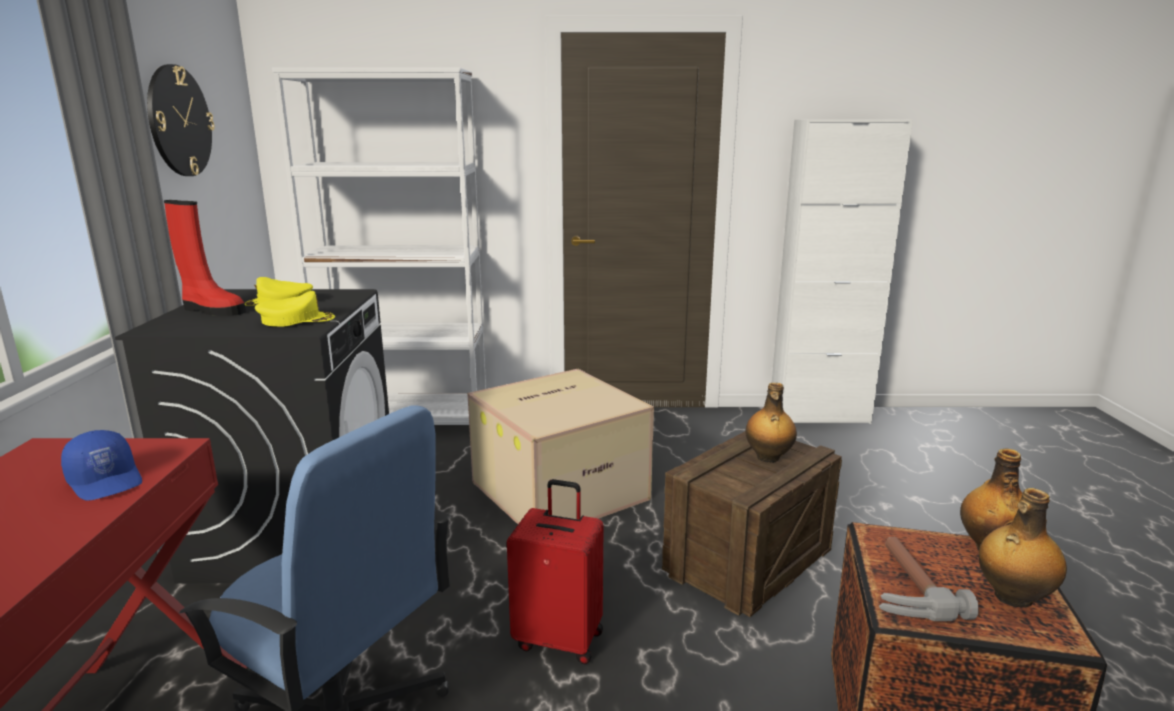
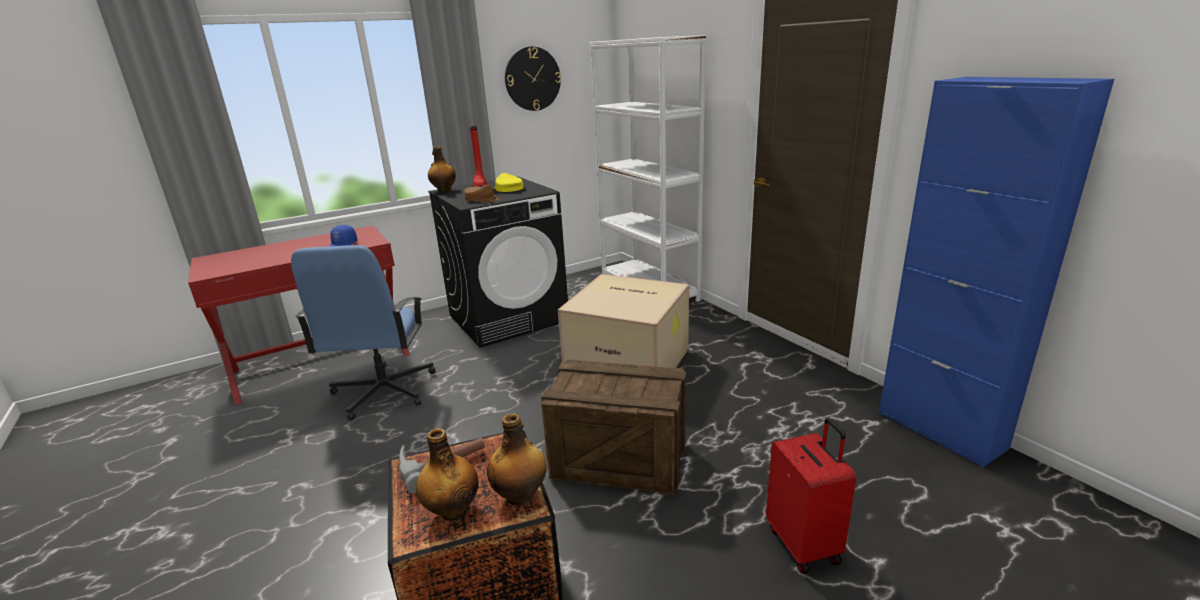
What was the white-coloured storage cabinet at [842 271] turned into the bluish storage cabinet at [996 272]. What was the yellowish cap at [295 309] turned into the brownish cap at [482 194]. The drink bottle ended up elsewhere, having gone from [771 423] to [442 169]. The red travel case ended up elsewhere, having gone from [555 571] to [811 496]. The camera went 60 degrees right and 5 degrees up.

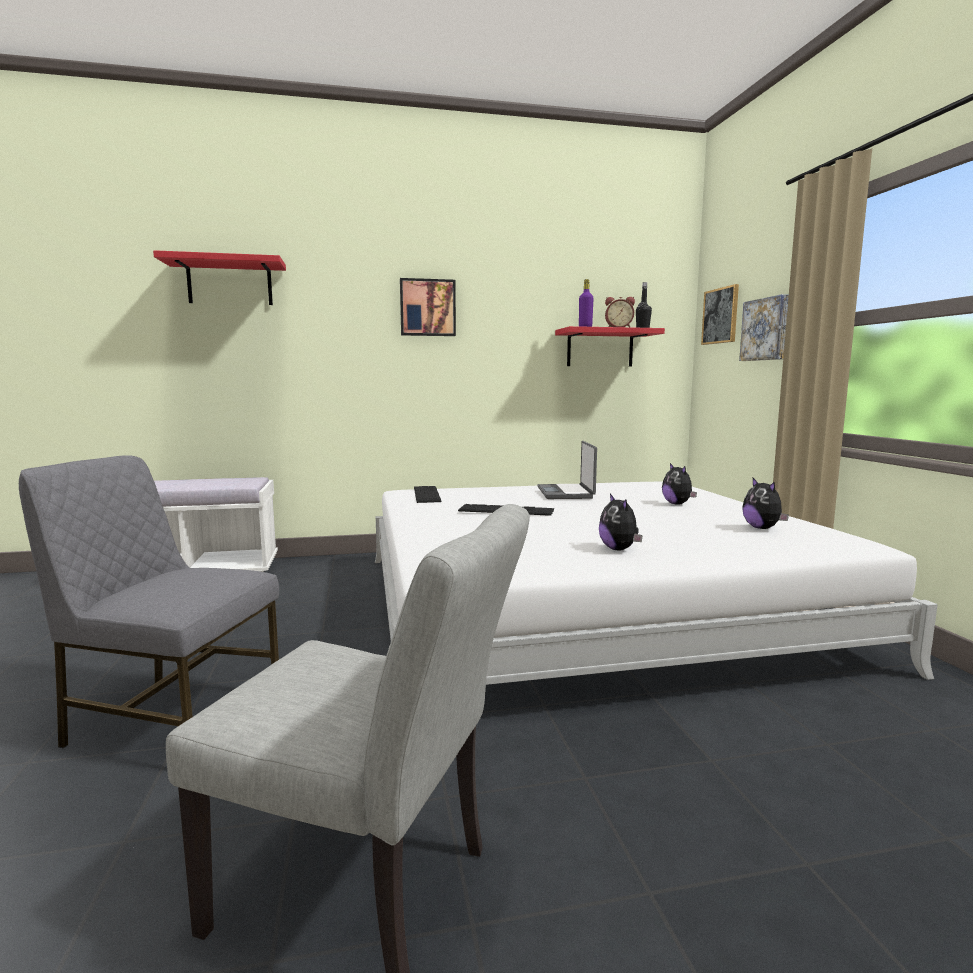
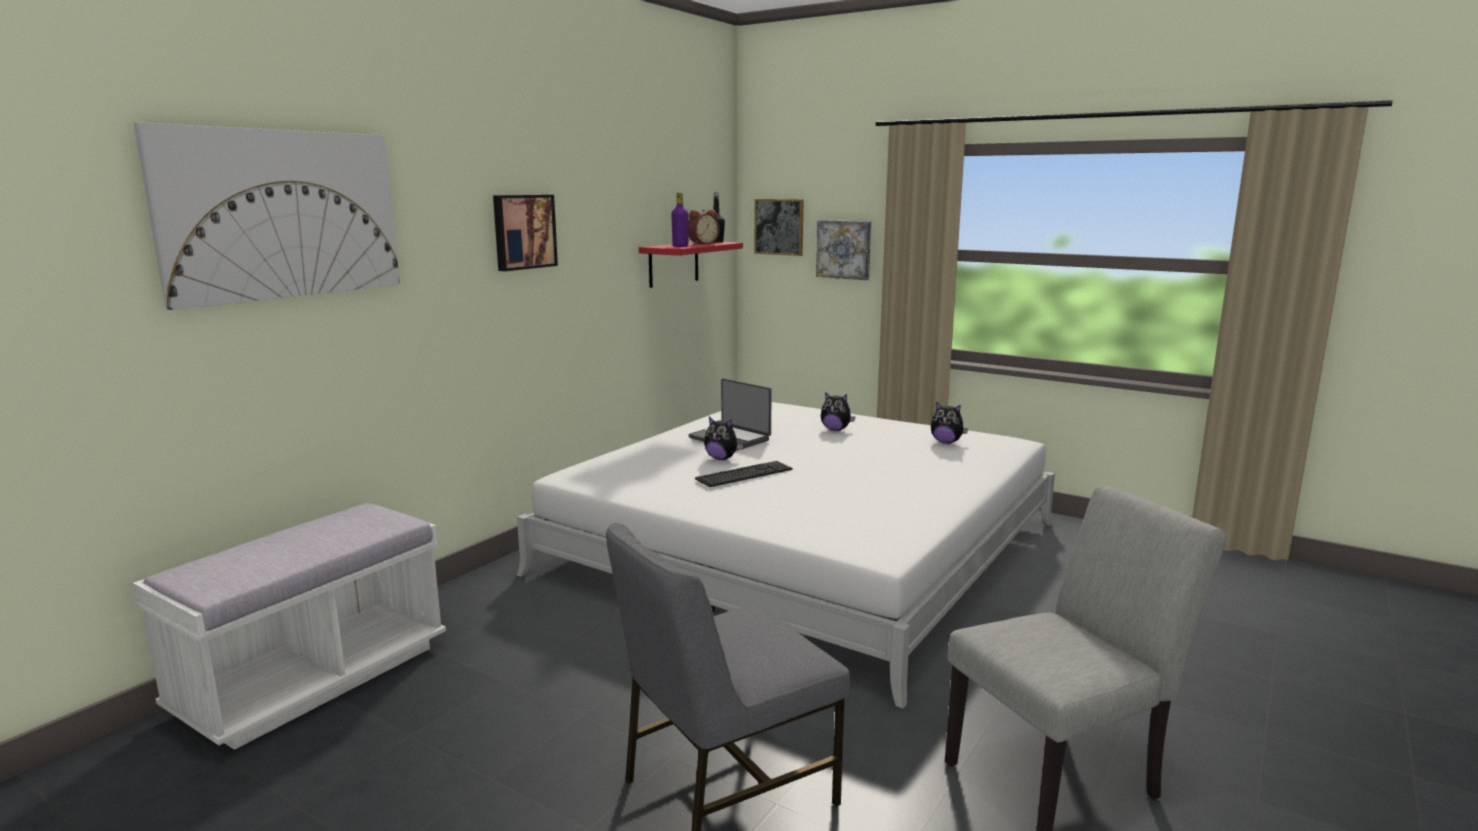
Where the red shelf hung at [219 277], the wall picture came to hang at [267 216]. The second view lost the keyboard at [428 494]. The plush toy ended up elsewhere, having gone from [621 522] to [723 438]. The camera went 45 degrees left and 5 degrees up.

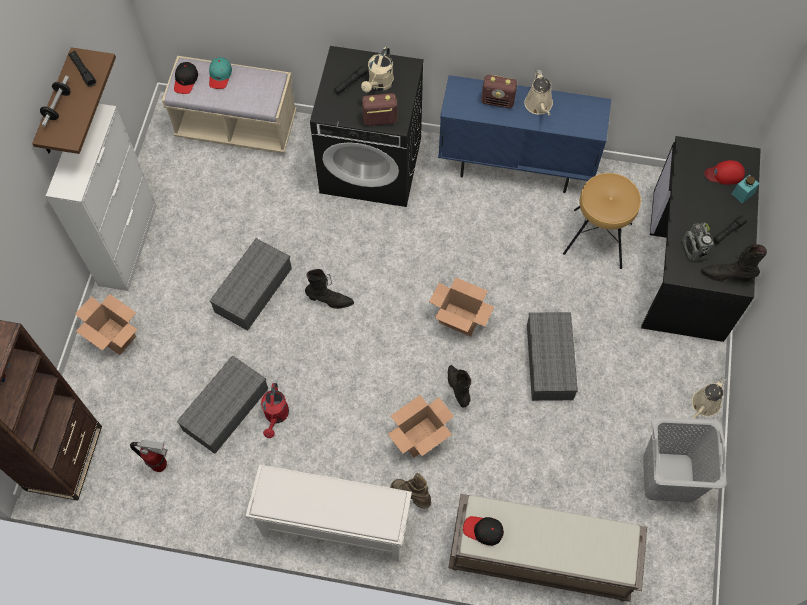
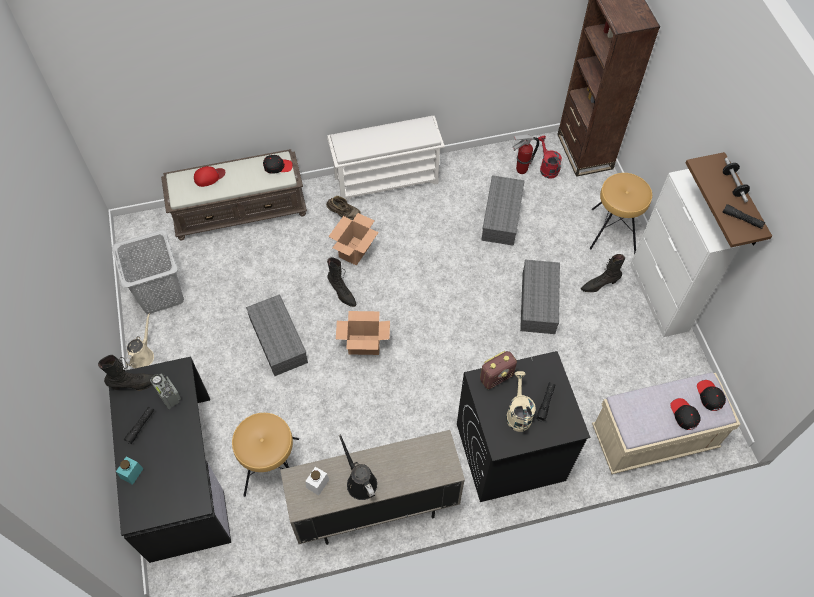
What was the blue-green cap at [220 73] turned into the black cap at [685 414]. What was the beige watering can at [538 92] turned into the black watering can at [358 467]. What was the bluish storage cabinet at [524 134] turned into the beige storage cabinet at [372 487]. The second view lost the radio set at [499 91]. The red cap ended up elsewhere, having gone from [724 172] to [209 176]. The black tall boot ended up elsewhere, having gone from [329 289] to [603 273]. Where the packing box stood at [106 324], the brownish stool came to stand at [621 213]. The red watering can ended up elsewhere, having gone from [275 410] to [550 157]. The second view gained the white-coloured storage jar at [317 481]. The camera went 155 degrees right and 5 degrees down.

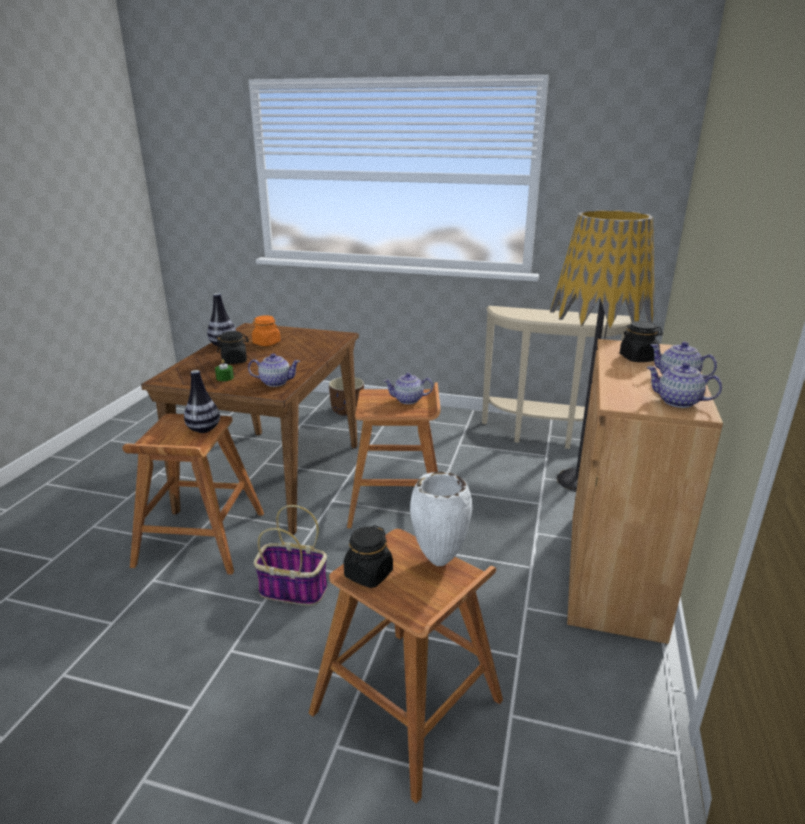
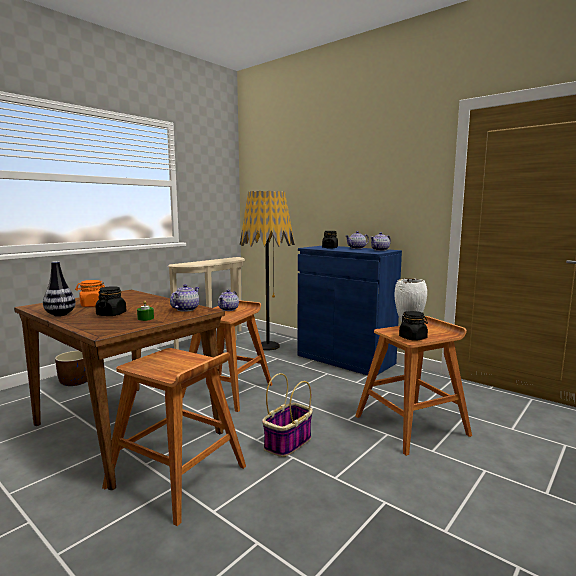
What was the brownish storage cabinet at [645 491] turned into the bluish storage cabinet at [349 310]. The second view lost the decorative vase at [202 401]. The camera went 65 degrees left and 15 degrees down.

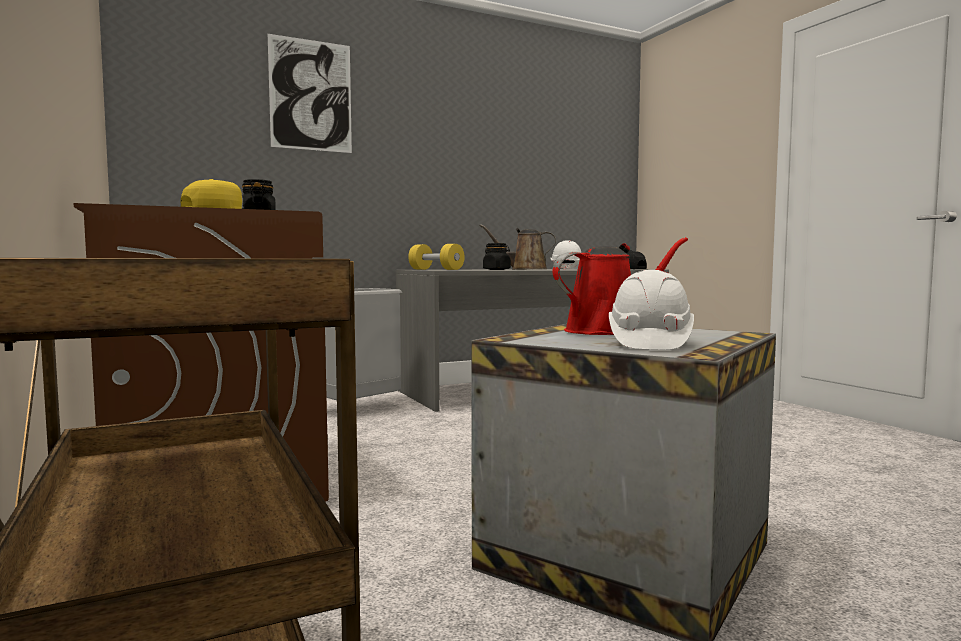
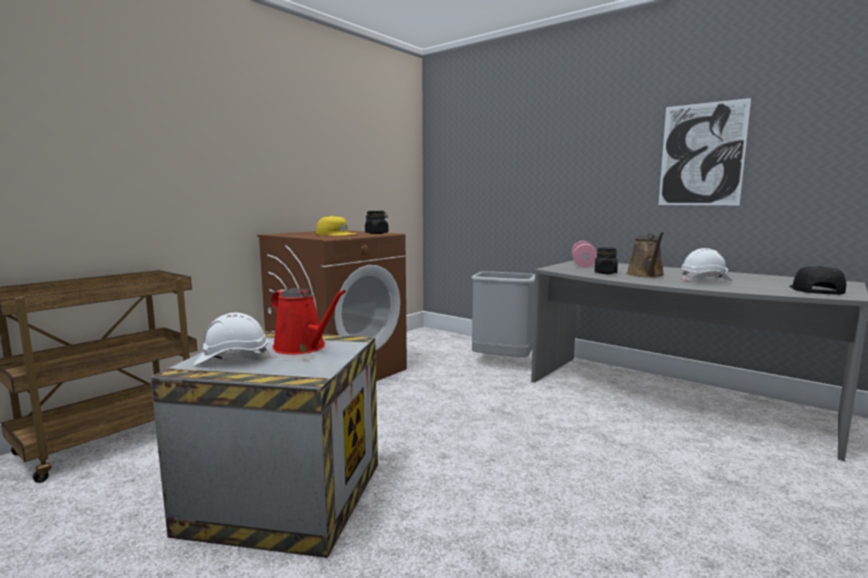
The wall picture ended up elsewhere, having gone from [310 93] to [704 151]. The brownish watering can at [517 247] ended up facing another way, 150 degrees counterclockwise from before. What was the yellowish free weight at [436 257] turned into the pink-coloured free weight at [584 254]. The camera went 65 degrees right and 5 degrees up.

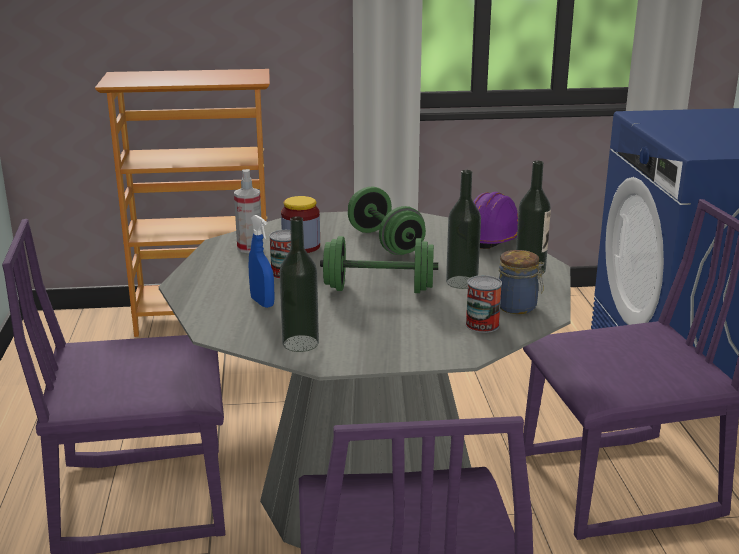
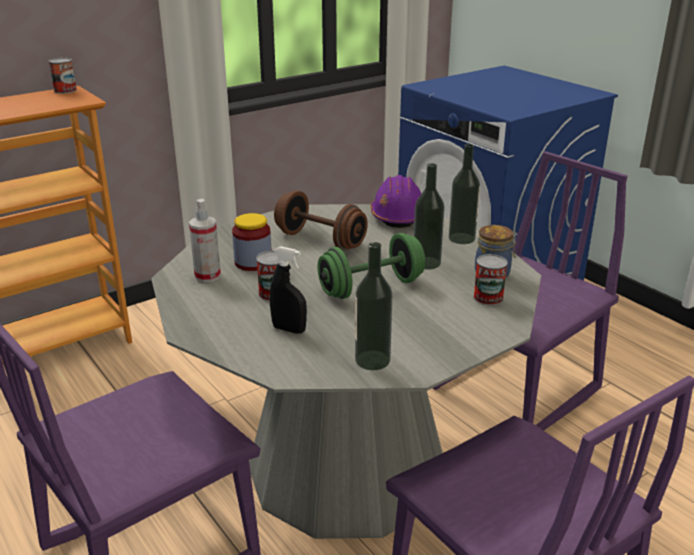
What was the green-coloured free weight at [387 221] turned into the brownish free weight at [321 221]. What was the bluish hand sprayer at [262 261] turned into the black hand sprayer at [288 290]. The second view gained the metal can at [62 75]. The camera went 30 degrees left and 5 degrees up.

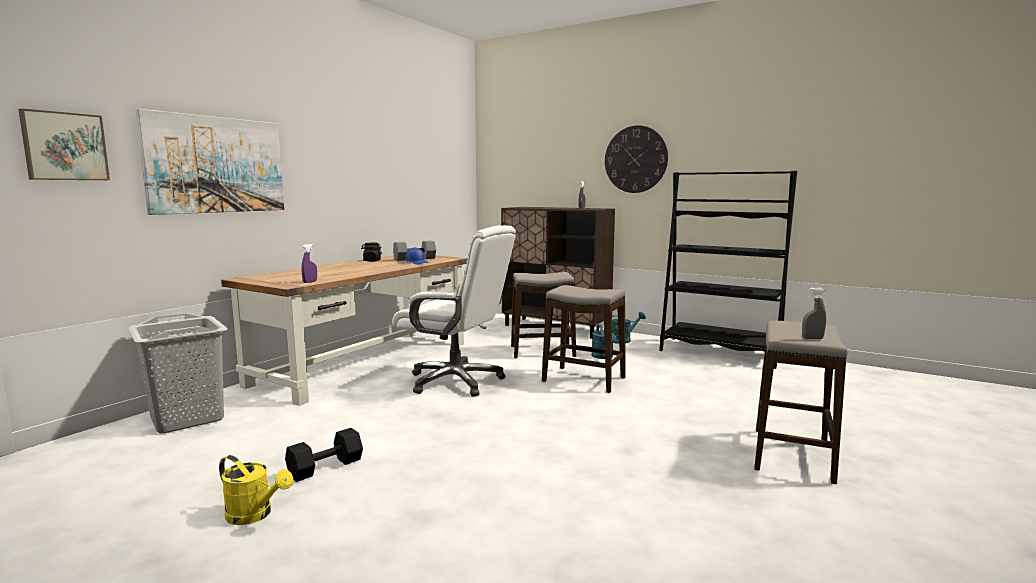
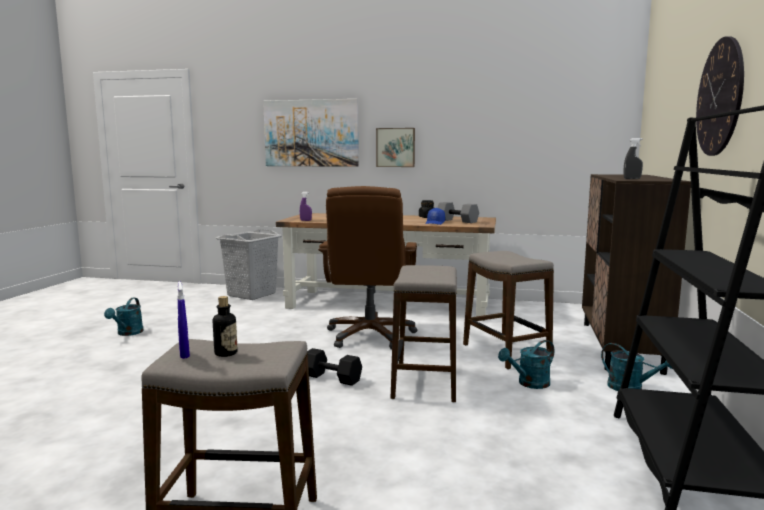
The wall picture ended up elsewhere, having gone from [64 144] to [395 147]. What was the white-coloured computer chair at [454 311] turned into the brownish computer chair at [367 268]. What was the gray hand sprayer at [814 313] turned into the bluish hand sprayer at [183 320]. The black free weight ended up elsewhere, having gone from [324 455] to [334 367]. What was the yellowish watering can at [256 490] turned into the blue-green watering can at [124 317]. The second view gained the drink bottle at [225 326]. The camera went 70 degrees right and 0 degrees up.

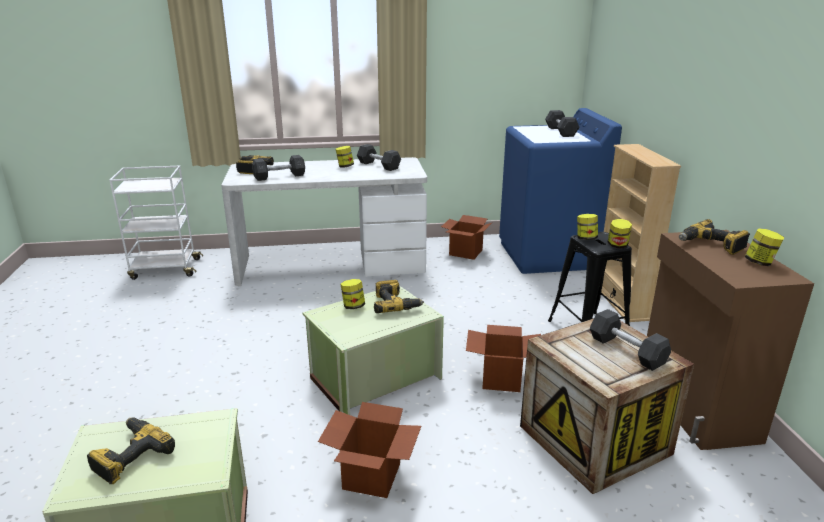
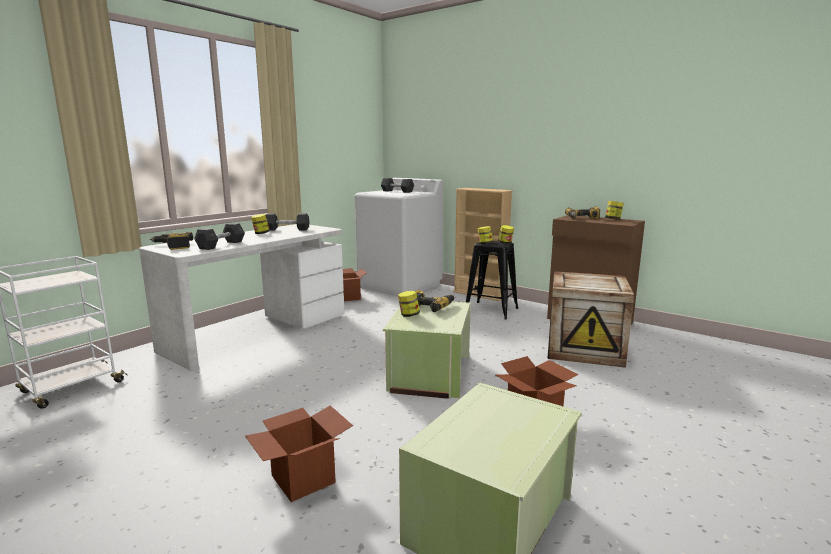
What was the bluish laundry appliance at [560 191] turned into the white-coloured laundry appliance at [399 237]. The second view lost the gray free weight at [630 340]. The packing box ended up elsewhere, having gone from [503 358] to [299 454]. The second view lost the power drill at [131 451]. The camera went 45 degrees left and 10 degrees down.

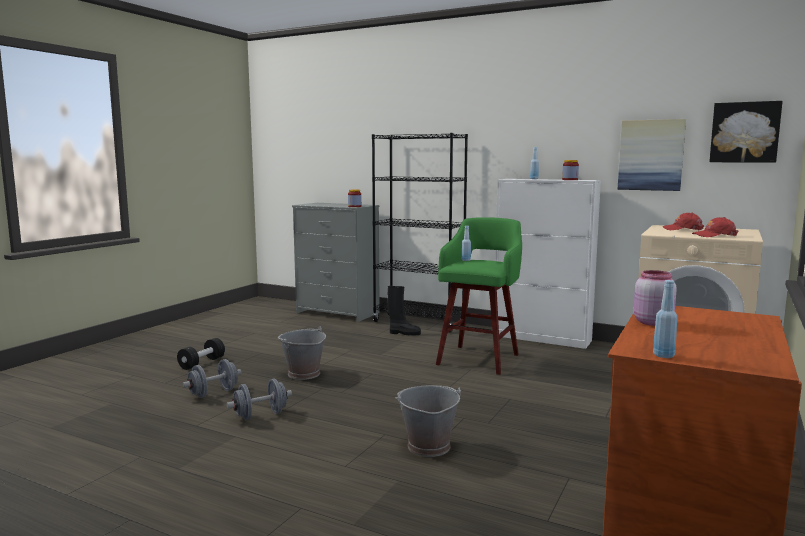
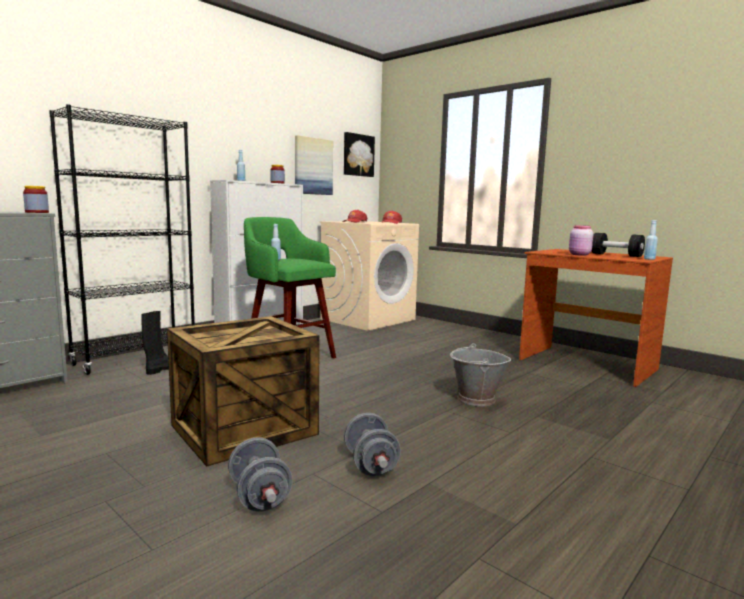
Where the gray bucket stood at [302 353], the packing crate came to stand at [243 391]. The black free weight ended up elsewhere, having gone from [201 354] to [618 245]. The camera went 75 degrees left and 0 degrees up.

